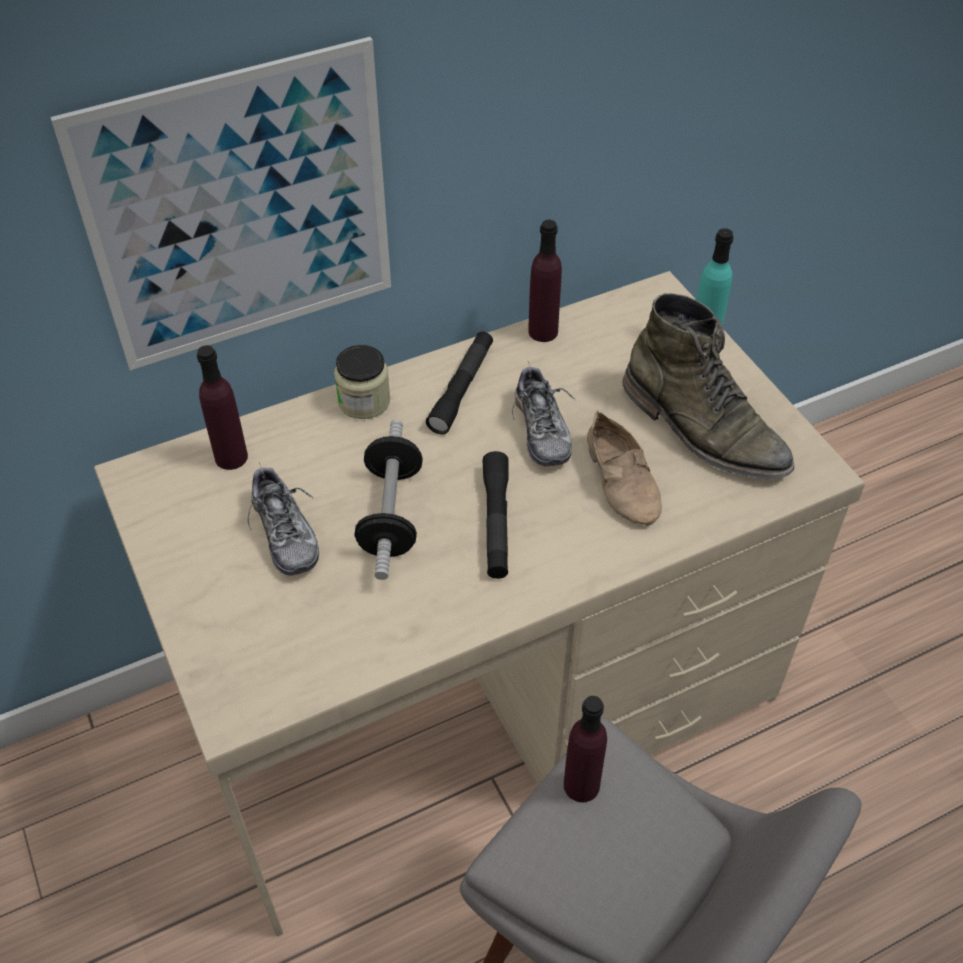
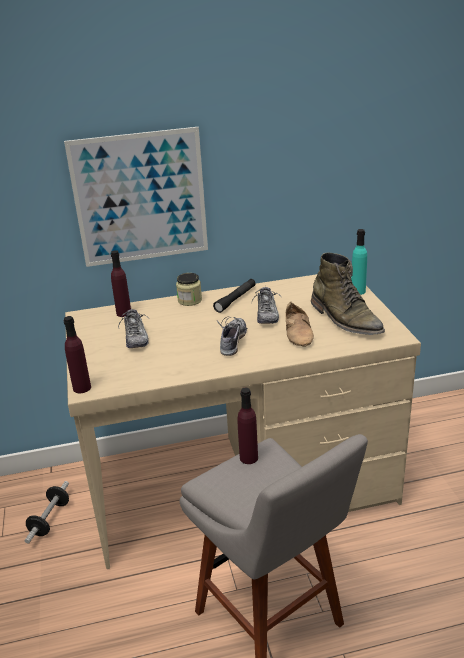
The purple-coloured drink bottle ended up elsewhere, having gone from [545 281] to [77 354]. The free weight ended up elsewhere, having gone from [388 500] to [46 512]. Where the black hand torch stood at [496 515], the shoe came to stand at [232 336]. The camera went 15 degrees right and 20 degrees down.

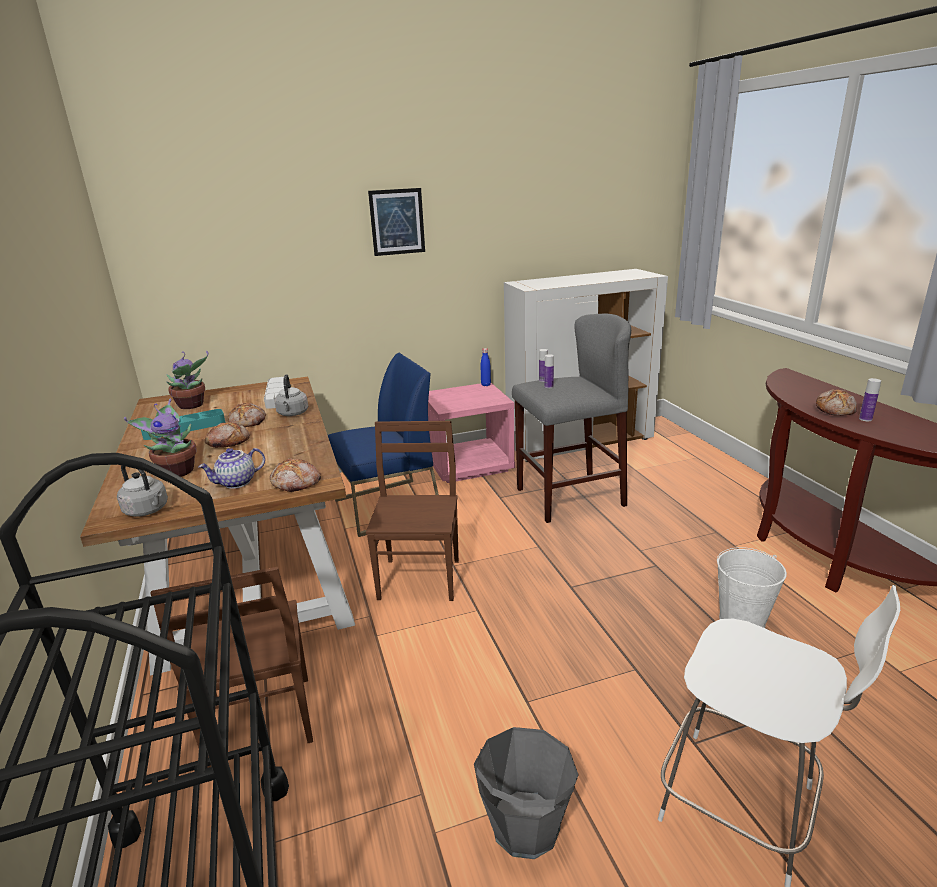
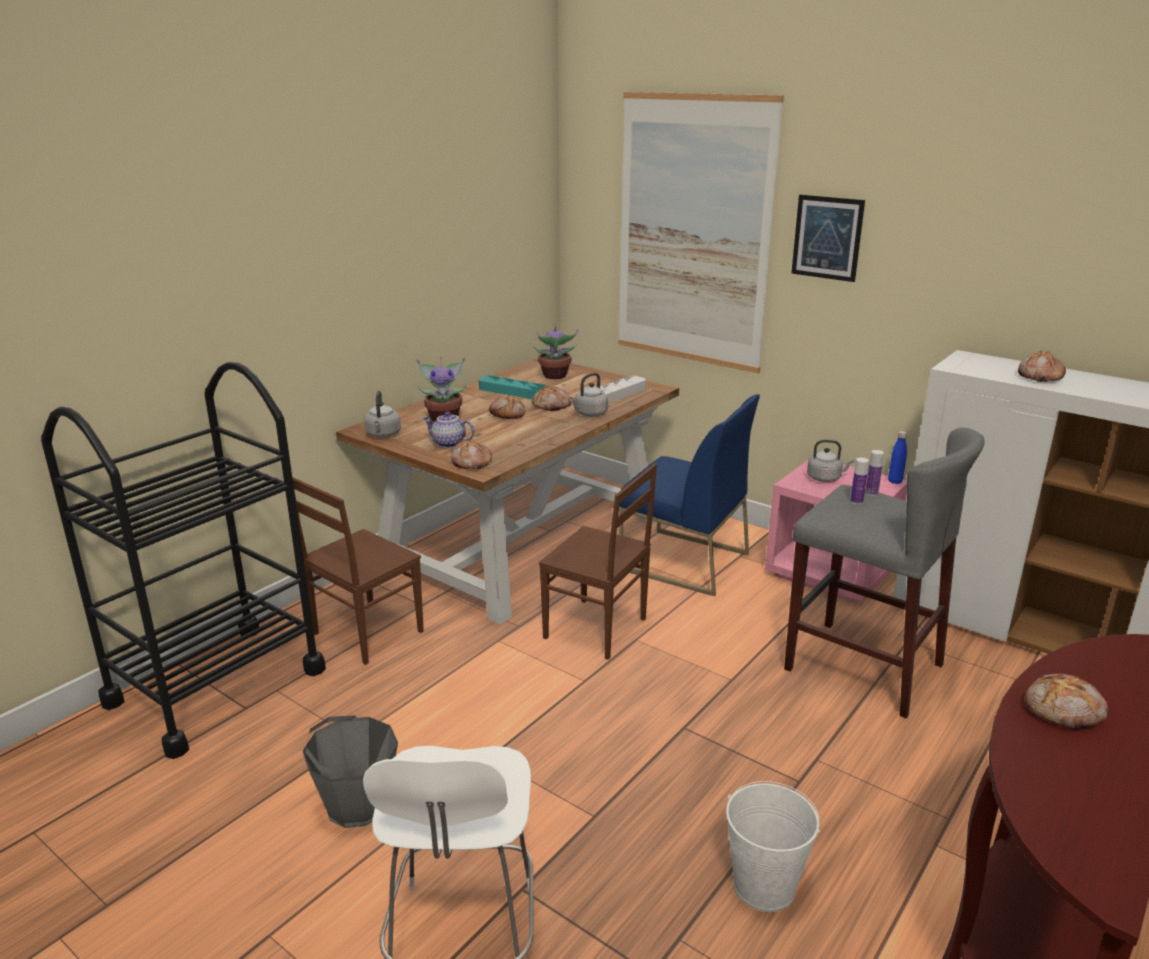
The second view lost the drink bottle at [870 399]. The brownish plain chair at [412 511] ended up facing another way, 60 degrees clockwise from before. The second view gained the wall picture at [701 232]. The second view gained the bakery bread at [1042 366]. The second view gained the gray kettle at [830 461]. The camera went 55 degrees right and 0 degrees up.

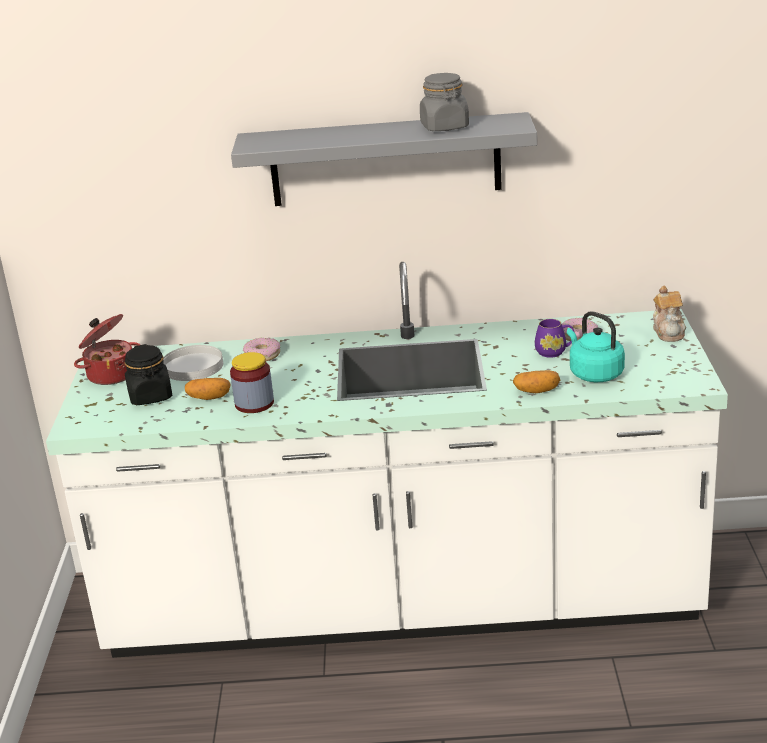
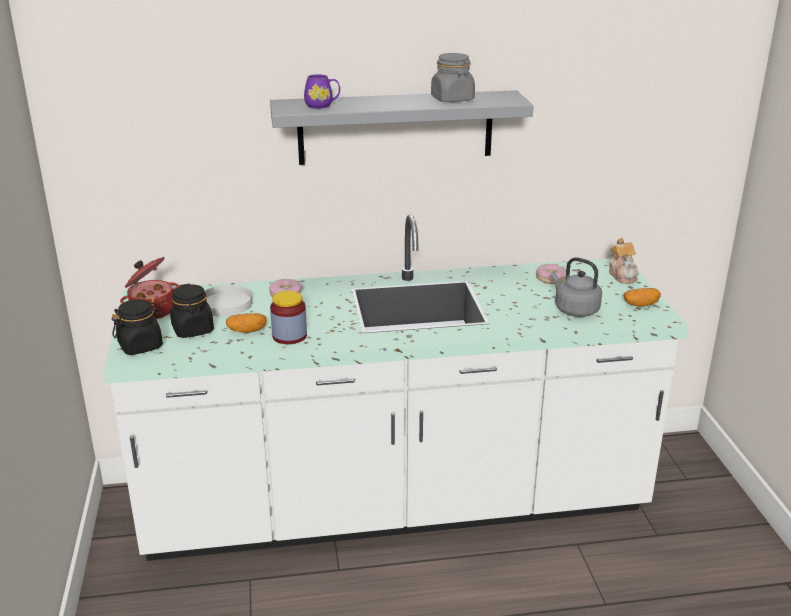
What was the blue-green kettle at [596 346] turned into the gray kettle at [576 287]. The purple-coloured coffee mug ended up elsewhere, having gone from [554 338] to [322 91]. The potato ended up elsewhere, having gone from [536 381] to [642 297]. The second view gained the black storage jar at [137 327]. The camera went 10 degrees left and 0 degrees up.

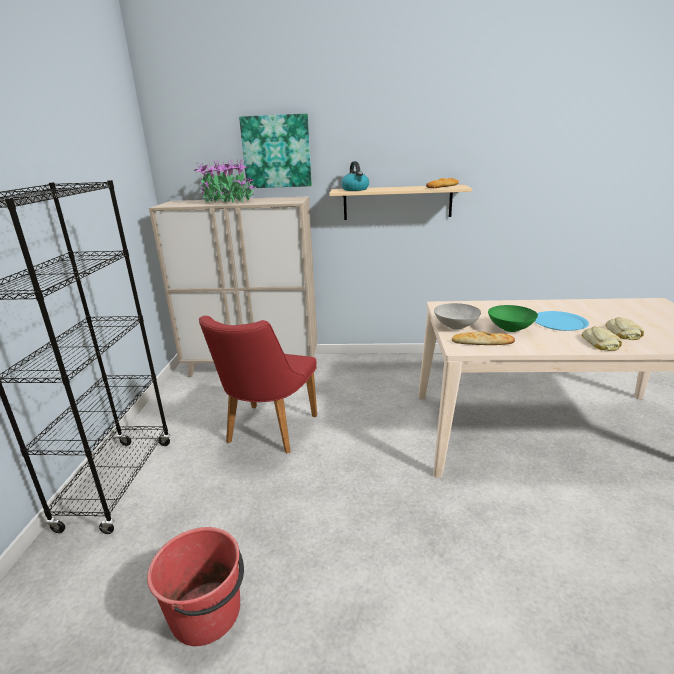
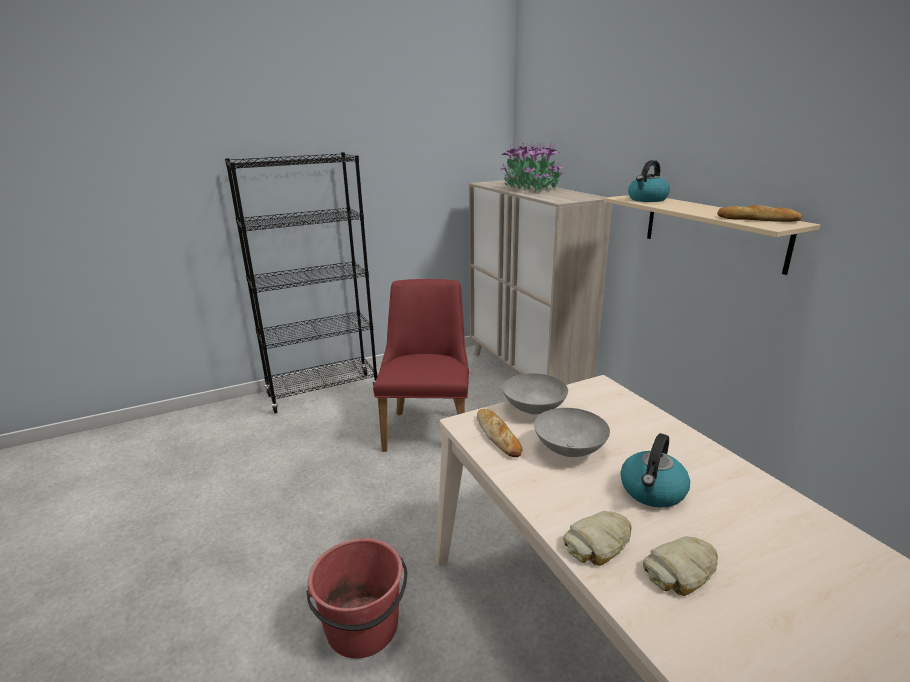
The second view lost the wall picture at [275 151]. What was the green-coloured deep dish at [513 318] turned into the gray deep dish at [572 432]. Where the bluish plate stood at [562 321], the kettle came to stand at [655 470]. The red plain chair at [258 385] ended up facing another way, 105 degrees clockwise from before. The red bucket ended up elsewhere, having gone from [195 586] to [356 598]. The camera went 60 degrees right and 0 degrees up.

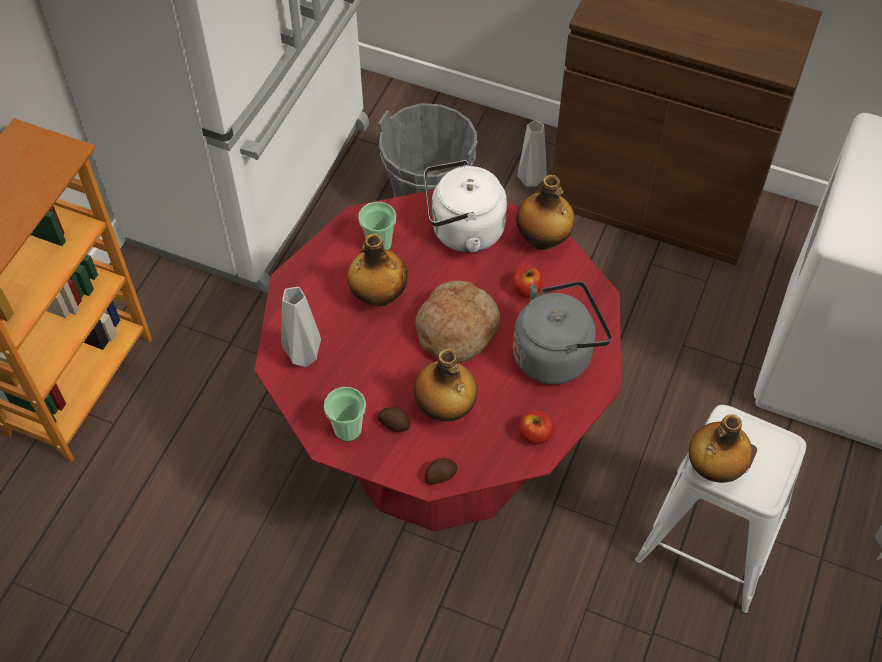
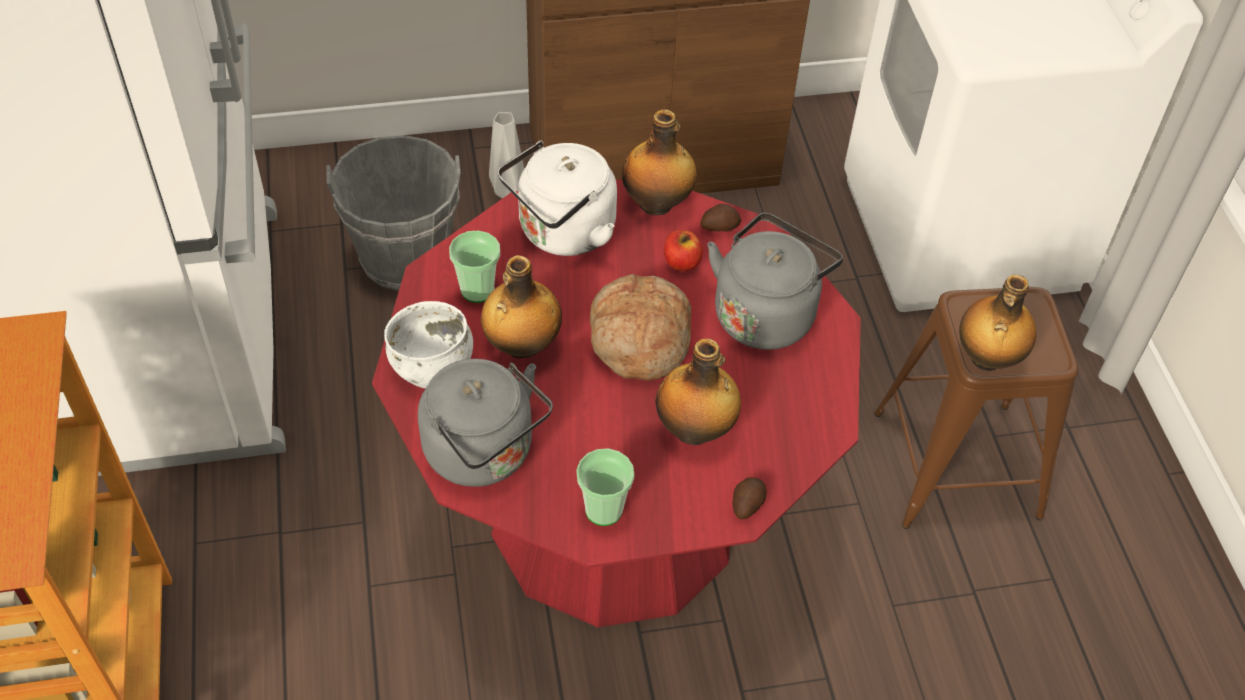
Where the gray decorative vase stood at [301 327], the gray kettle came to stand at [485 423]. What was the white-coloured stool at [720 509] turned into the brownish stool at [976 408]. The potato ended up elsewhere, having gone from [393 419] to [720 218]. The second view lost the whole apple at [536 427]. The second view gained the white-coloured deep dish at [428 344]. The camera went 35 degrees left and 5 degrees down.

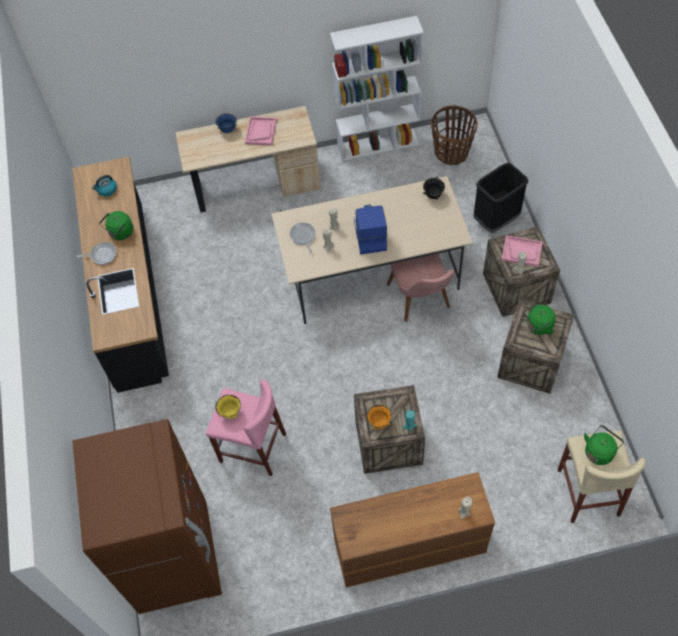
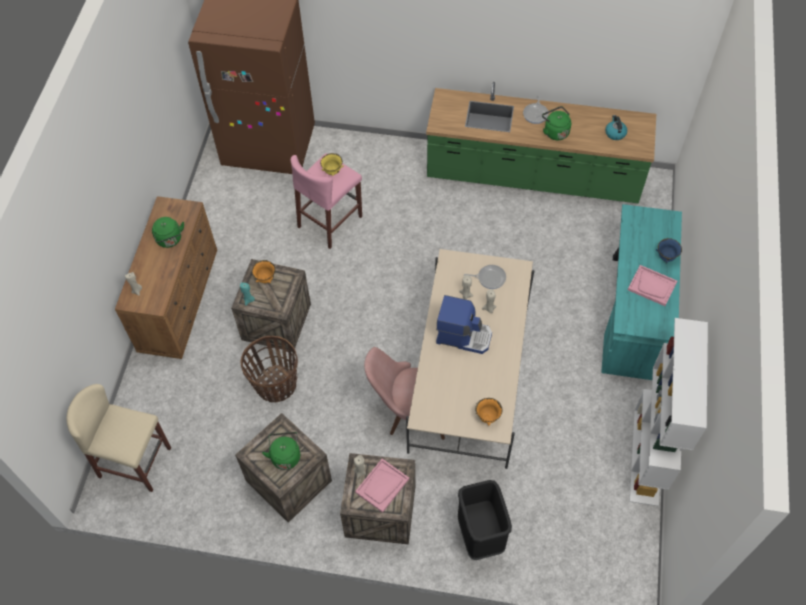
The household basket ended up elsewhere, having gone from [454 135] to [269 369]. What was the beige desk table at [248 159] turned into the blue-green desk table at [641 292]. What was the black kitchen counter at [120 275] turned into the green-coloured kitchen counter at [541 142]. What was the black deep dish at [434 189] turned into the orange deep dish at [488 412]. The green-coloured kettle ended up elsewhere, having gone from [604 445] to [168 232]. The camera went 110 degrees right and 0 degrees up.

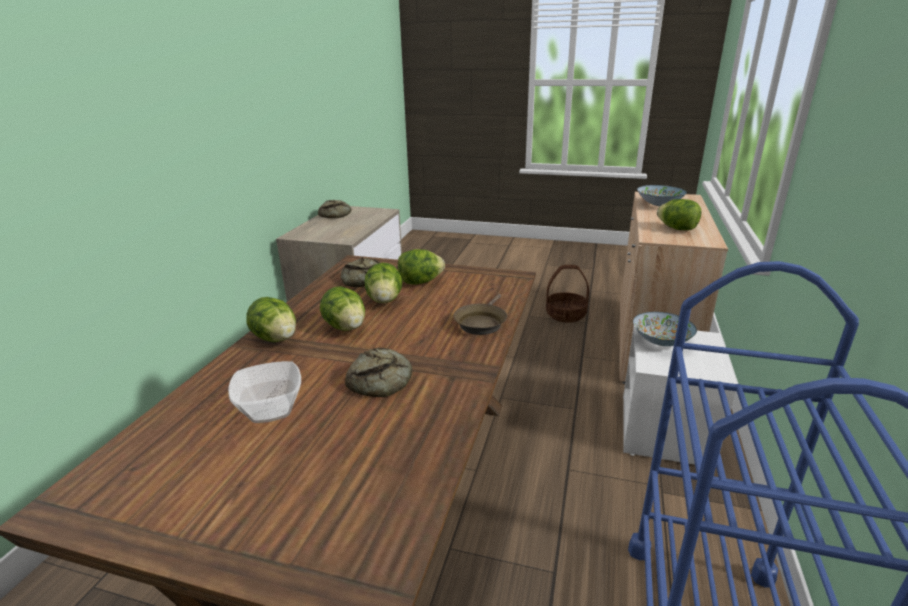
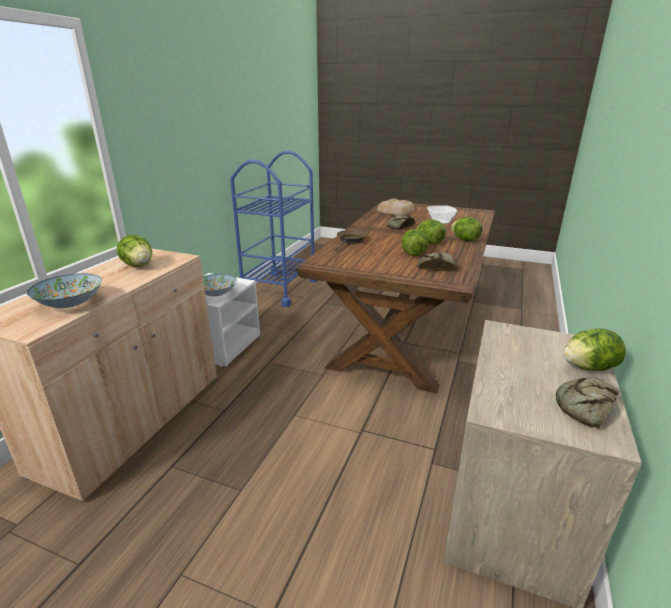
The head of lettuce ended up elsewhere, having gone from [421 267] to [594 349]. The second view lost the household basket at [567 294]. The second view gained the bakery bread at [396 207]. The camera went 175 degrees left and 0 degrees up.

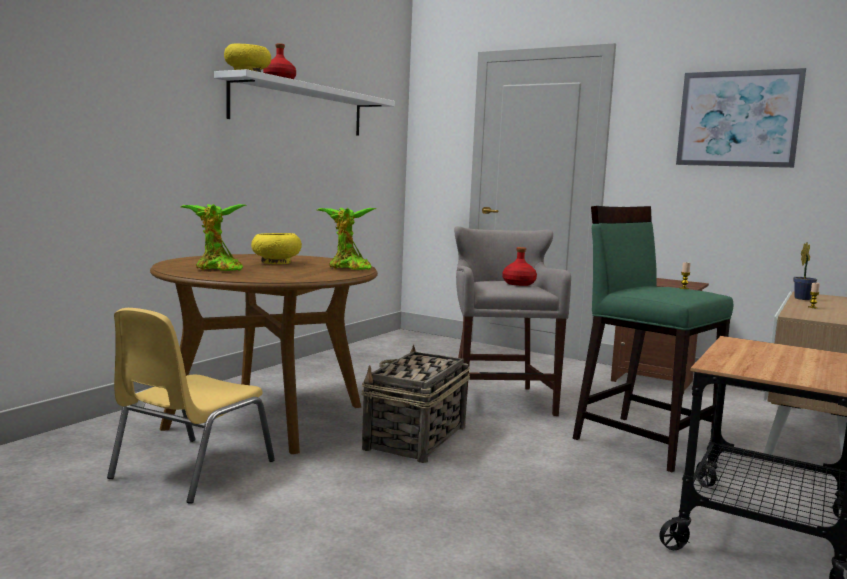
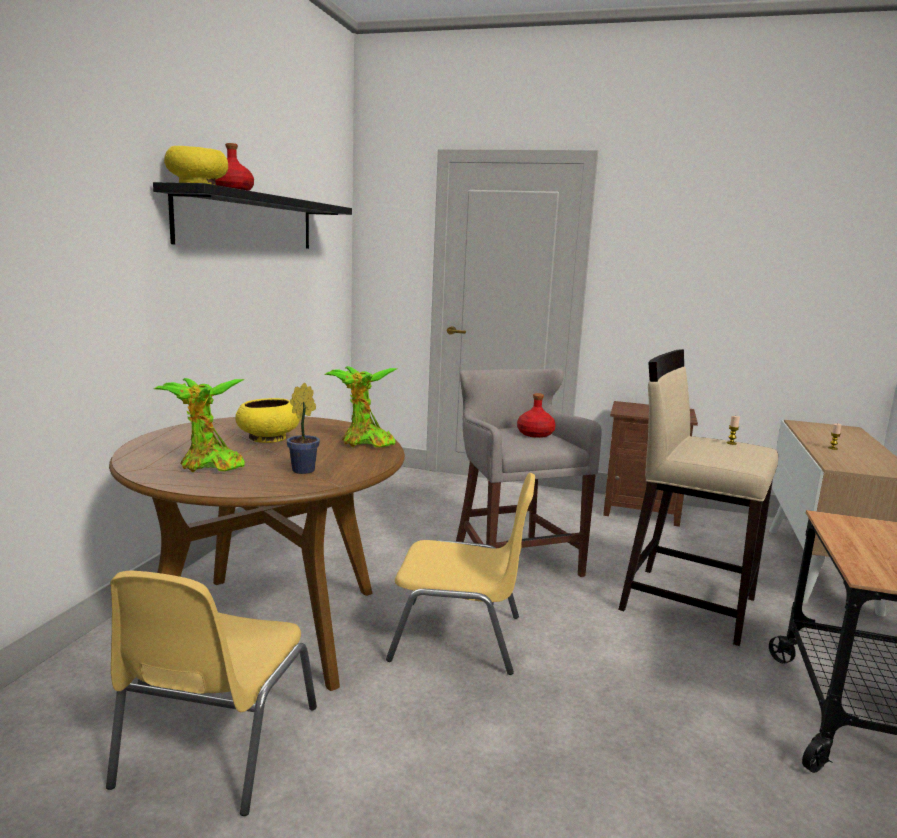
The second view lost the wall picture at [741 118]. What was the white-coloured shelf at [304 102] turned into the black shelf at [252 215]. What was the green-coloured stool at [653 339] turned into the beige stool at [698 497]. The houseplant ended up elsewhere, having gone from [805 271] to [303 428]. Where the household basket stood at [416 403], the yellowish plain chair came to stand at [460 574]. The camera went 15 degrees left and 5 degrees up.

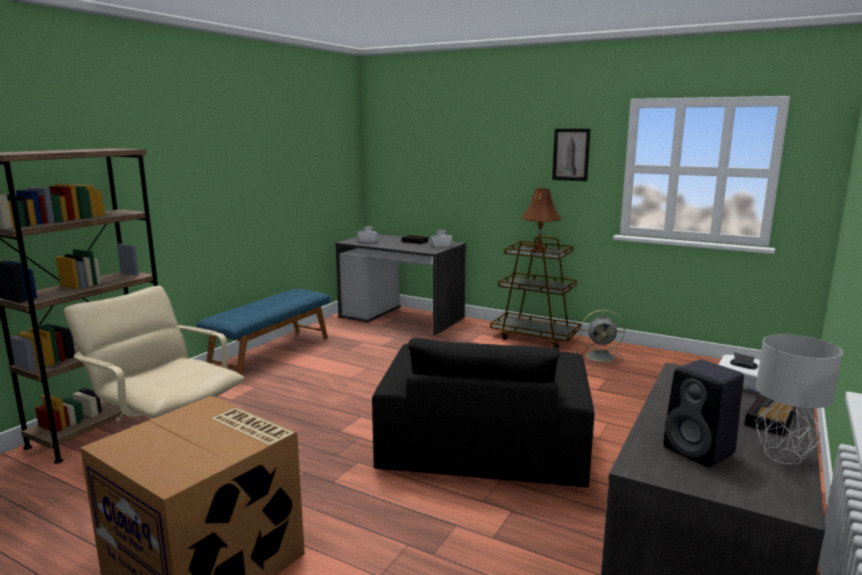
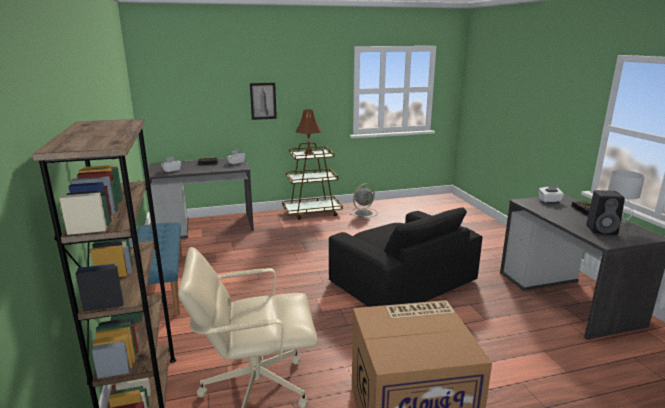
The wall picture ended up elsewhere, having gone from [571 155] to [263 101]. The camera went 45 degrees left and 5 degrees up.

